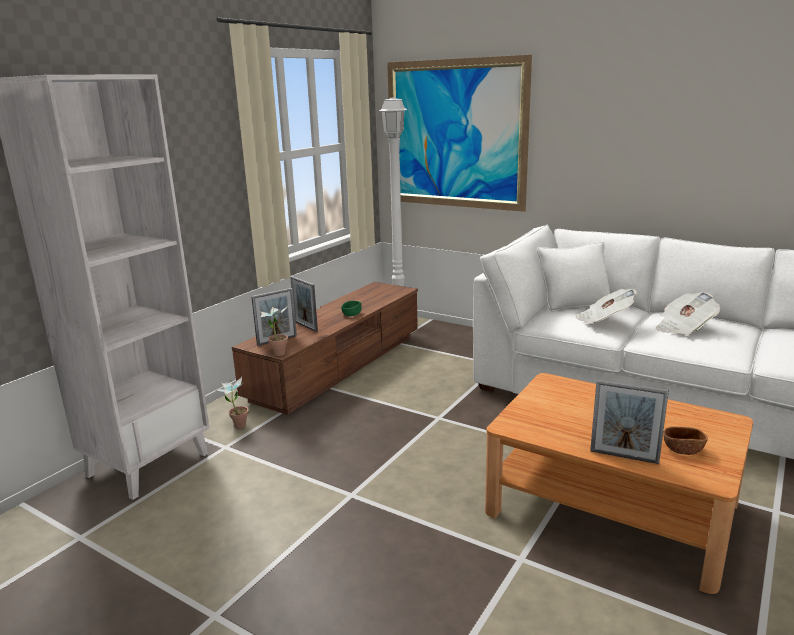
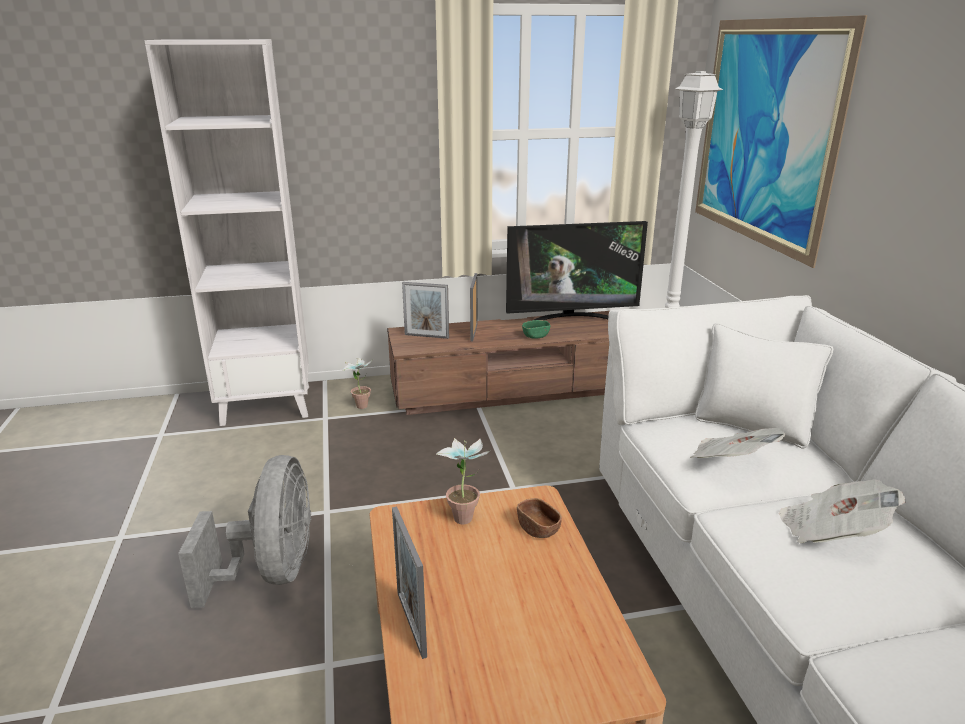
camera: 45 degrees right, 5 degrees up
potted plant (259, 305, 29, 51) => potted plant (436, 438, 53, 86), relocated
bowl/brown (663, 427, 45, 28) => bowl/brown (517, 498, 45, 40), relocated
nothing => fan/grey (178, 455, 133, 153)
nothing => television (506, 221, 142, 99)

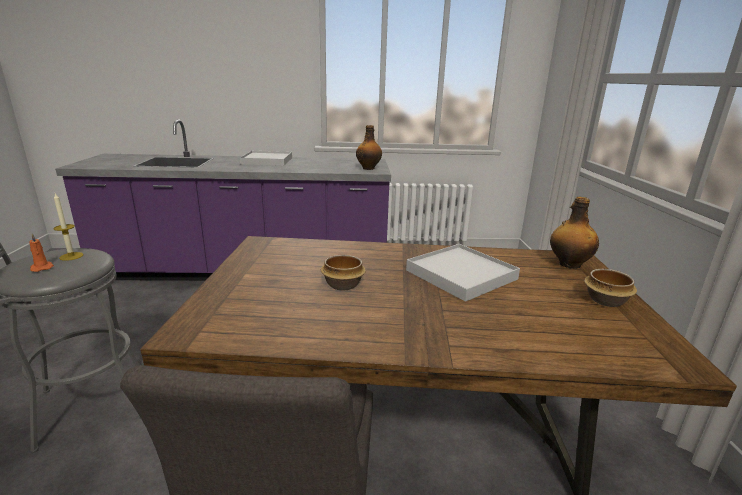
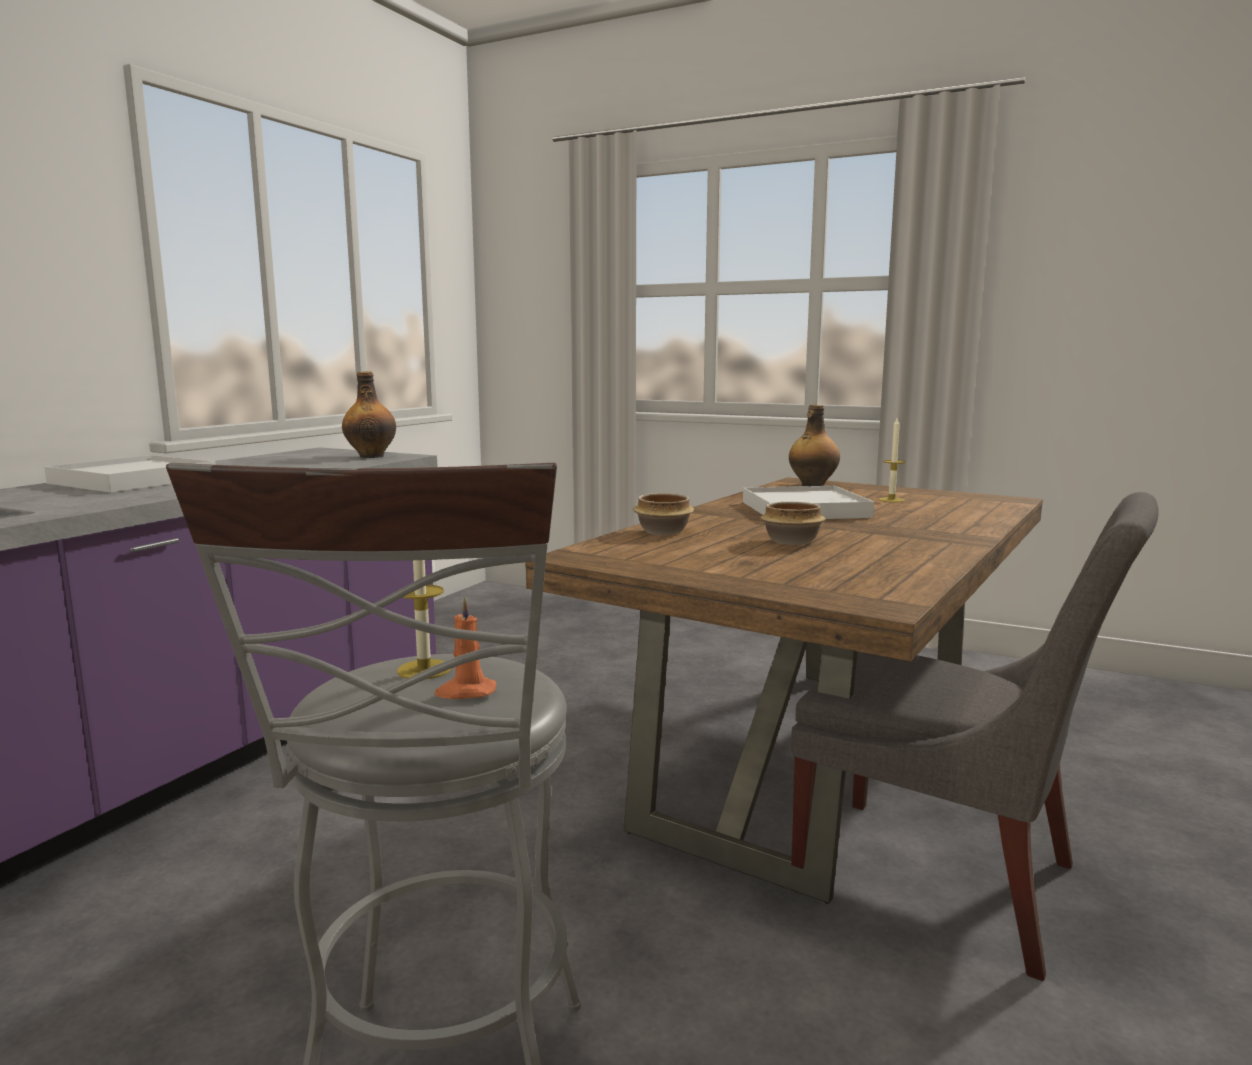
camera: 60 degrees left, 10 degrees down
bowl (584, 269, 53, 38) => bowl (633, 493, 61, 42), relocated
nothing => candle (878, 418, 28, 84)

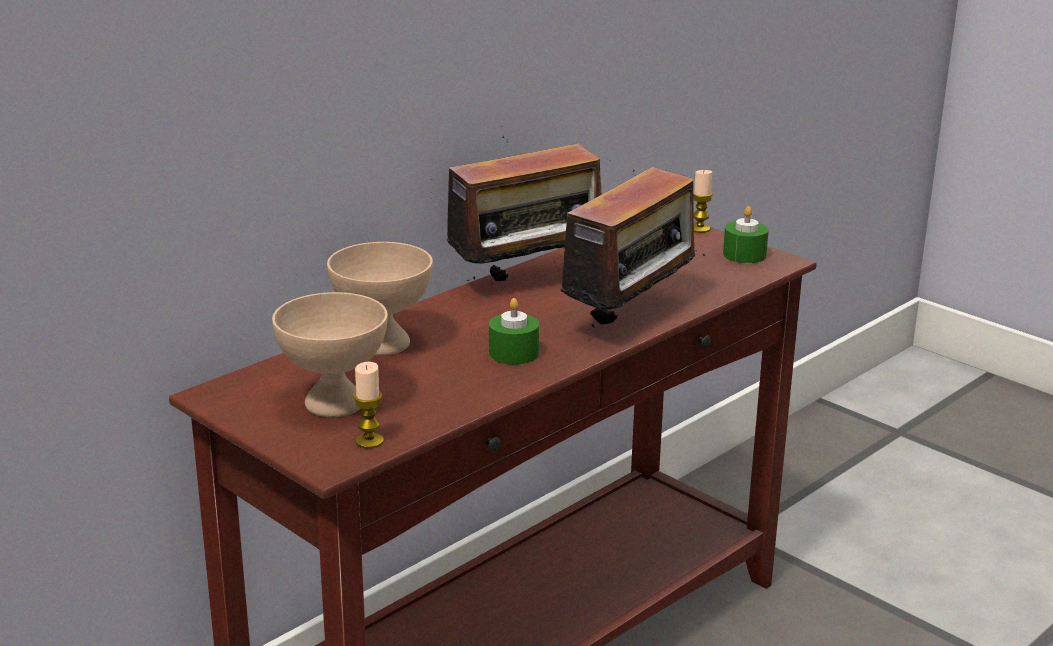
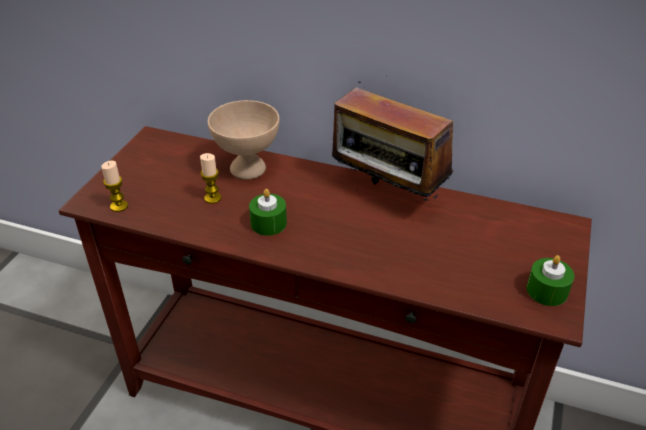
camera: 65 degrees right, 15 degrees up
bowl/beige (272, 292, 116, 125) => nothing
radio (549, 160, 156, 175) => nothing
candle (693, 170, 20, 63) => candle (200, 153, 22, 51), relocated

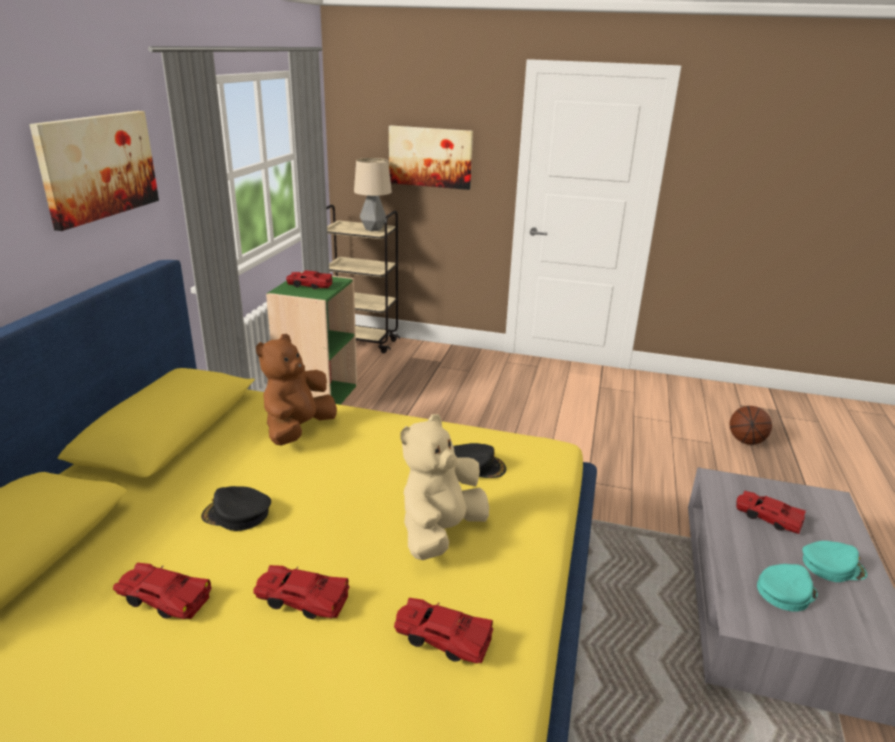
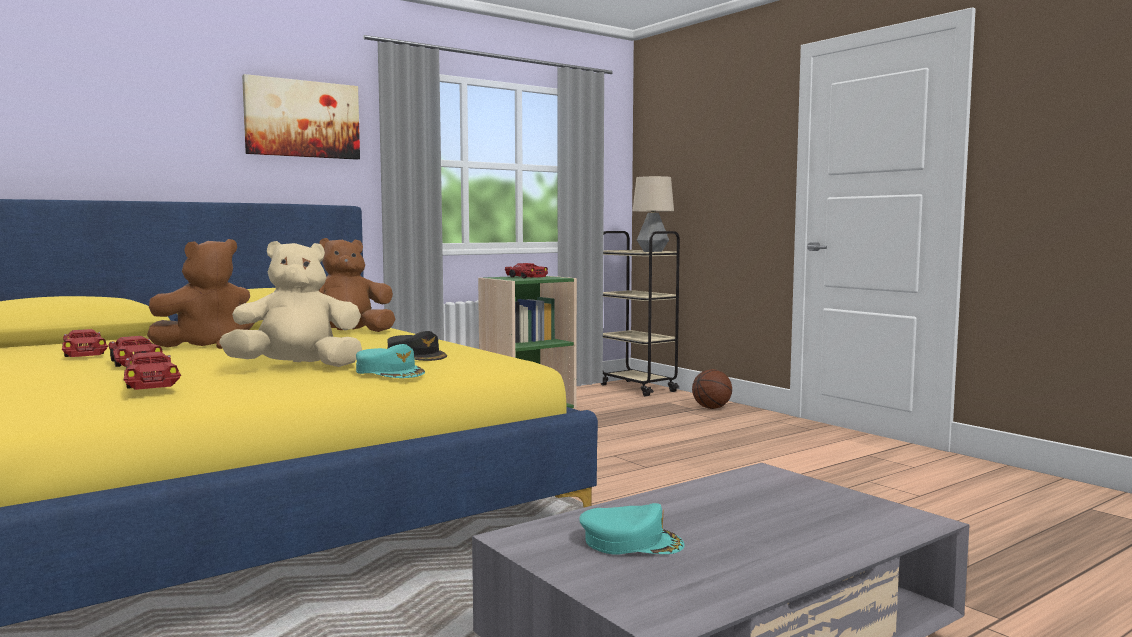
camera: 40 degrees right, 20 degrees down
cap/black (201, 486, 70, 45) => plush toy/brown (147, 239, 107, 110)
picture (389, 125, 84, 65) => nothing
basketball (730, 406, 42, 39) => basketball (692, 369, 40, 40), relocated
toy car/red (736, 491, 70, 43) => nothing
cap/turquoise (802, 541, 65, 41) => cap/turquoise (356, 344, 69, 34), relocated

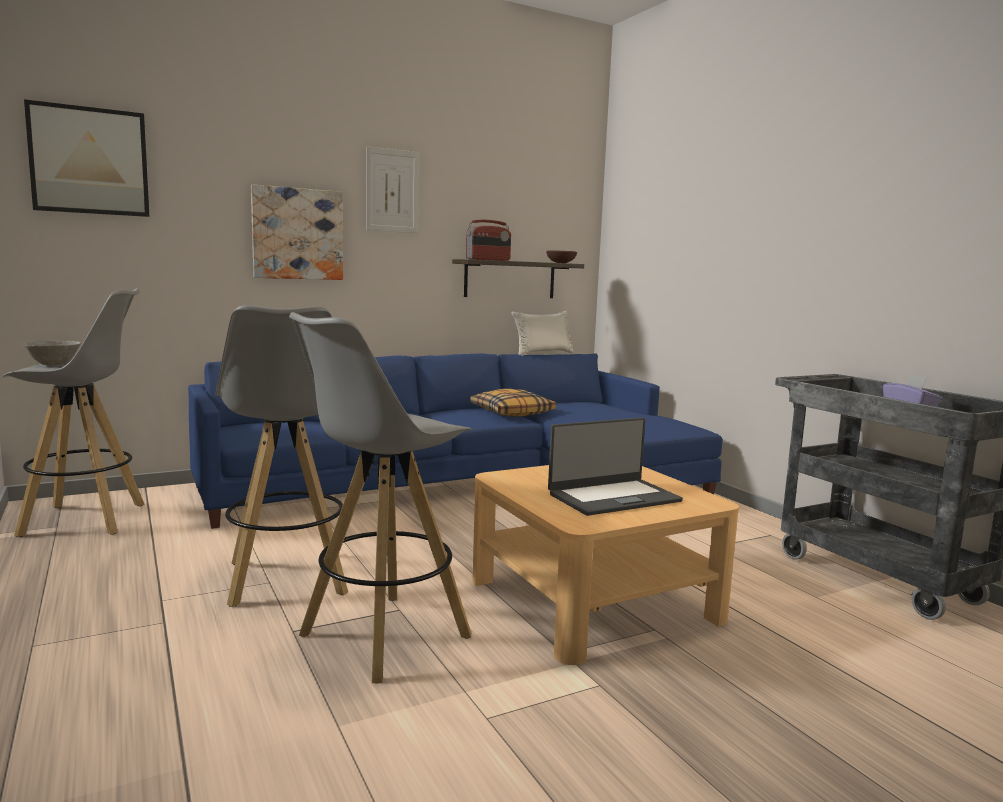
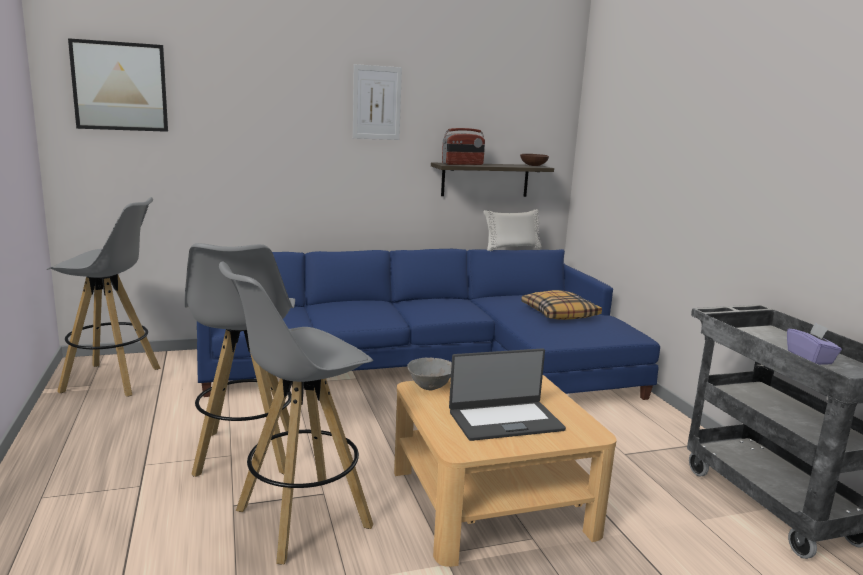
camera: 10 degrees right, 5 degrees up
bowl/grey (23, 341, 58, 24) => bowl/grey (407, 358, 45, 32), relocated
picture (251, 184, 92, 96) => nothing
pillow (470, 389, 86, 28) => pillow (521, 290, 81, 30), relocated

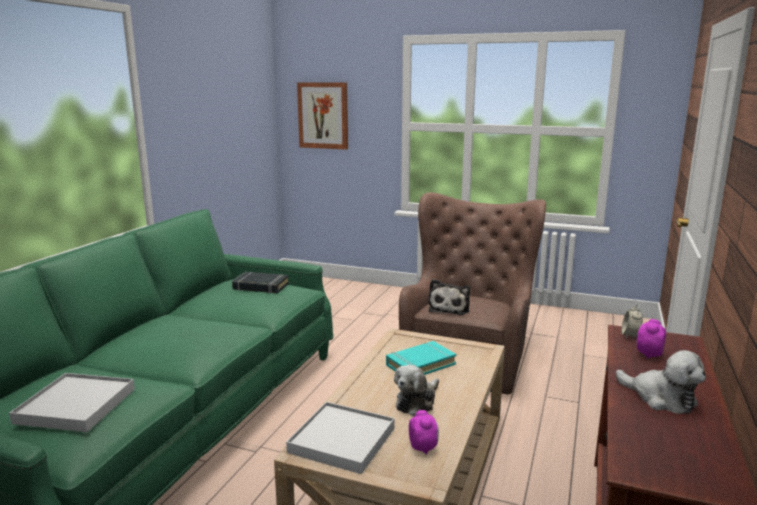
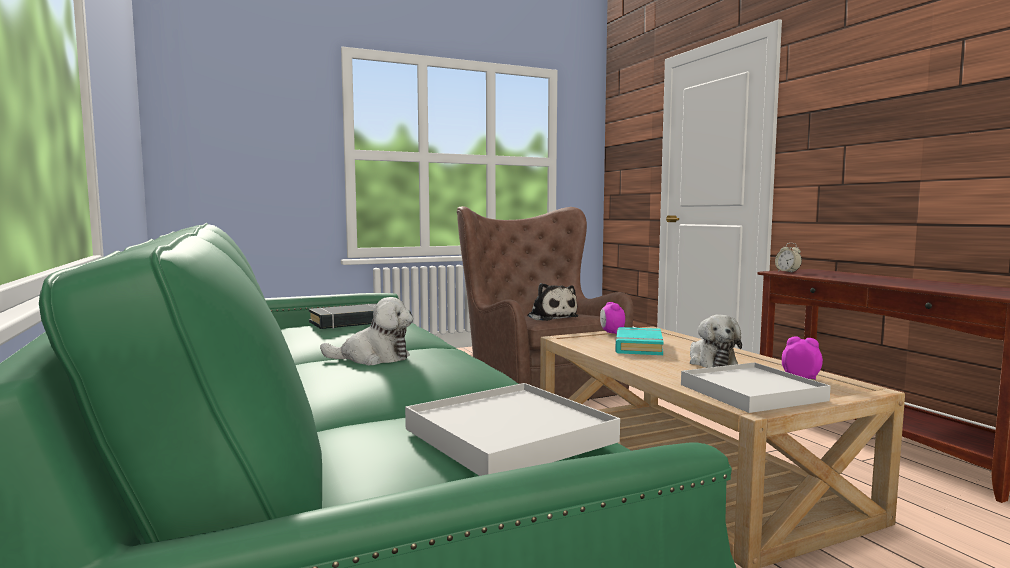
camera: 45 degrees left, 10 degrees down
picture (297, 82, 51, 68) => nothing
plush toy (616, 350, 90, 64) => plush toy (320, 297, 93, 68), relocated
alarm clock (637, 319, 29, 40) => alarm clock (600, 302, 25, 32), relocated

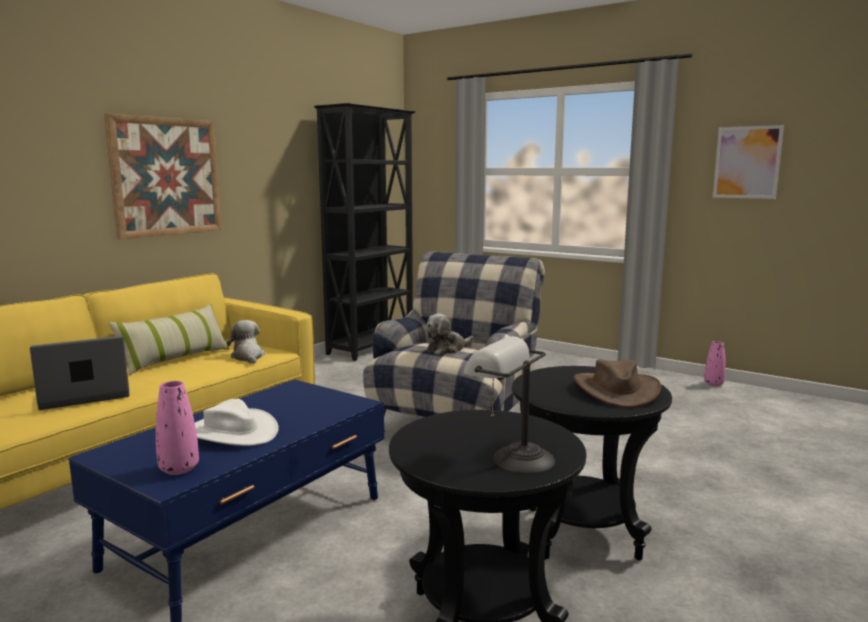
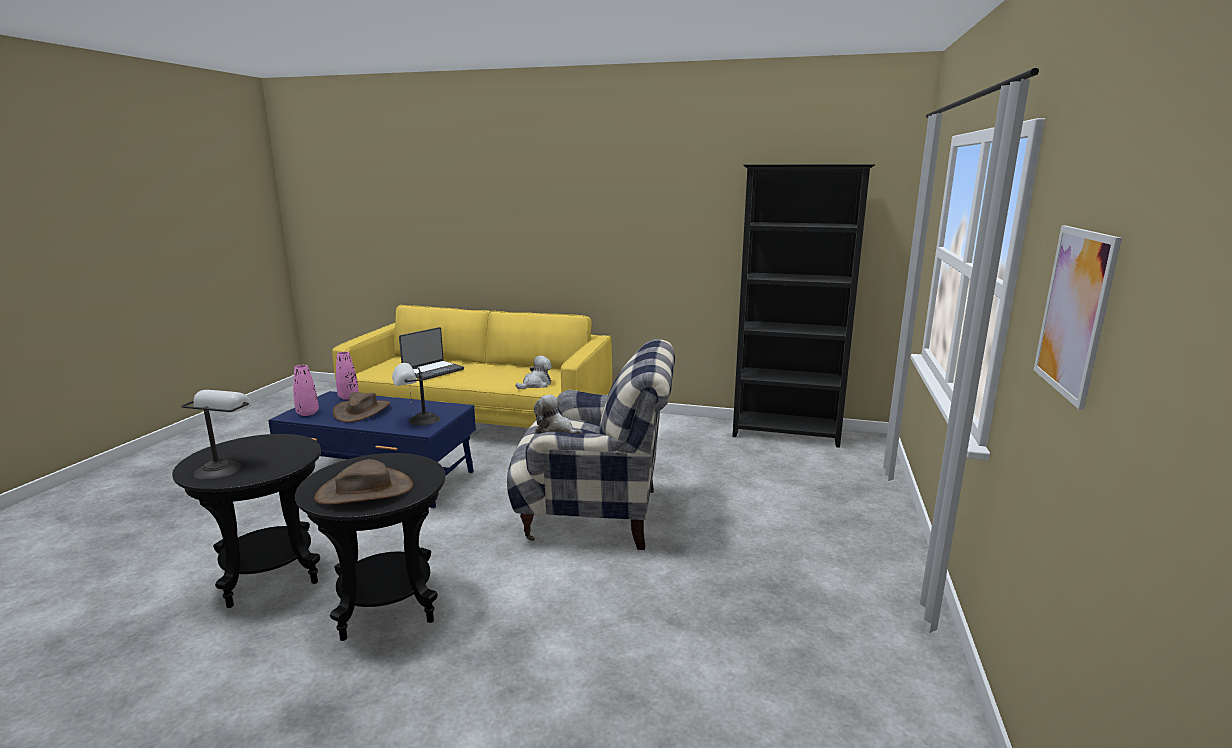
camera: 70 degrees right, 5 degrees up
laptop (30, 336, 100, 74) => laptop (399, 327, 65, 53), 90 degrees clockwise
picture (104, 114, 117, 125) => nothing
pillow (109, 304, 121, 71) => nothing
hat/white (195, 399, 84, 47) => hat/brown (333, 392, 57, 31)
vase/pink (704, 341, 22, 45) => vase/pink (336, 352, 23, 48), relocated
nothing => table lamp (392, 363, 48, 62)

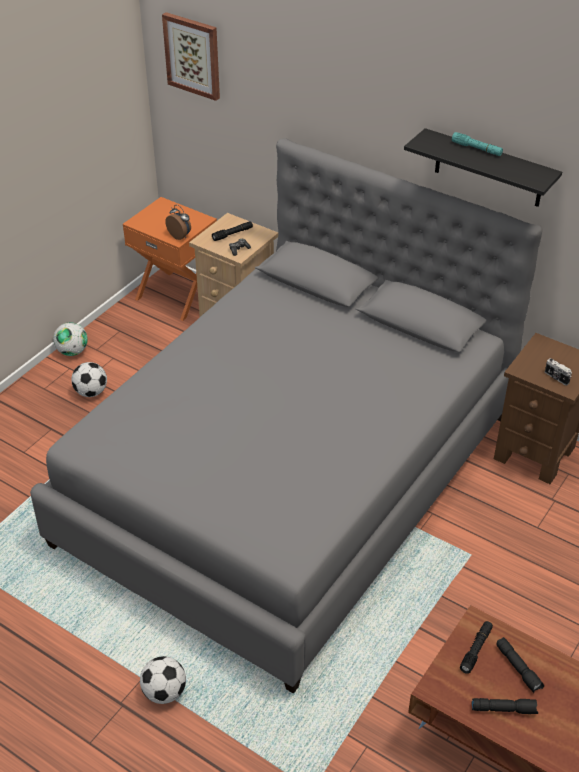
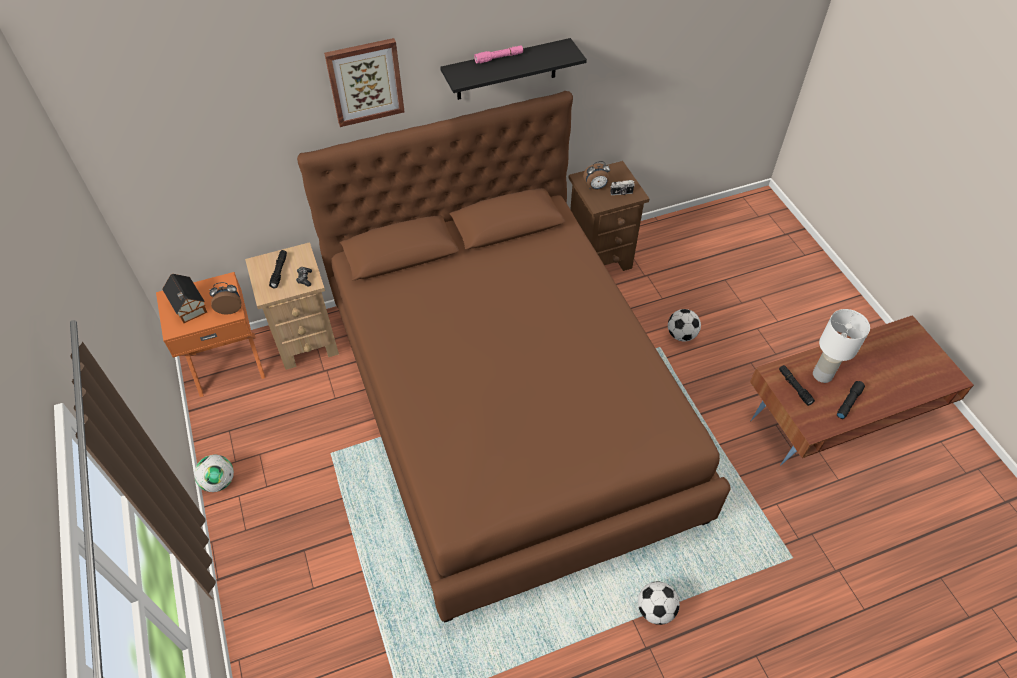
camera: 55 degrees left, 10 degrees up
bed/grey (30, 138, 513, 556) => bed/brown (297, 91, 434, 531)
football (71, 362, 36, 35) => football (668, 309, 33, 33), relocated
picture (162, 12, 58, 89) => picture (324, 38, 81, 89), relocated
flashlight/turquoise (452, 132, 51, 24) => flashlight/pink (474, 46, 49, 18)
flashlight/black (496, 637, 48, 56) => table lamp/white (813, 309, 57, 74)
nothing => toy house (162, 274, 45, 49)
nothing => alarm clock (583, 161, 27, 29)

